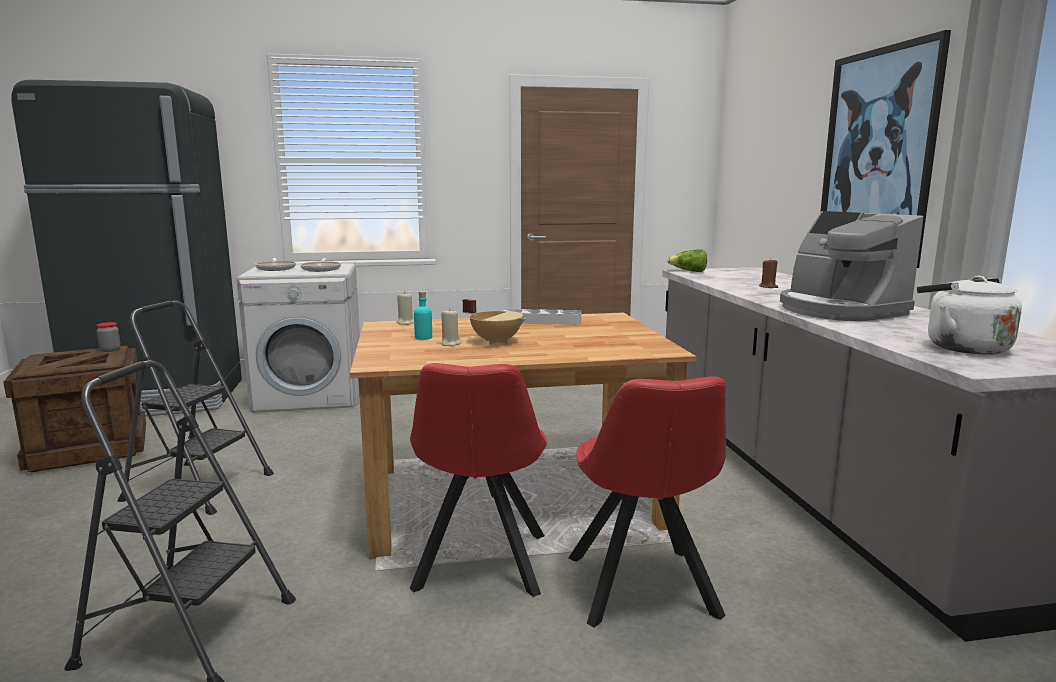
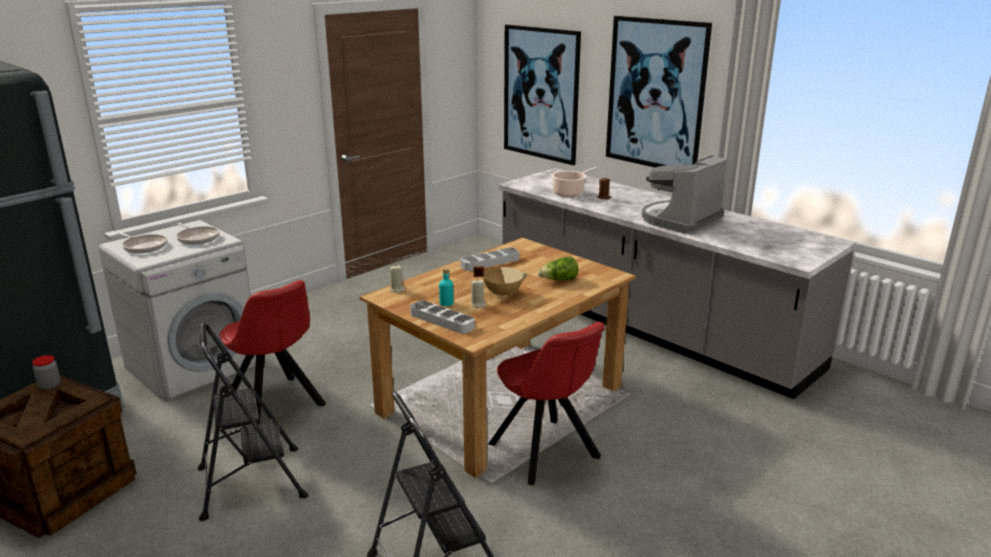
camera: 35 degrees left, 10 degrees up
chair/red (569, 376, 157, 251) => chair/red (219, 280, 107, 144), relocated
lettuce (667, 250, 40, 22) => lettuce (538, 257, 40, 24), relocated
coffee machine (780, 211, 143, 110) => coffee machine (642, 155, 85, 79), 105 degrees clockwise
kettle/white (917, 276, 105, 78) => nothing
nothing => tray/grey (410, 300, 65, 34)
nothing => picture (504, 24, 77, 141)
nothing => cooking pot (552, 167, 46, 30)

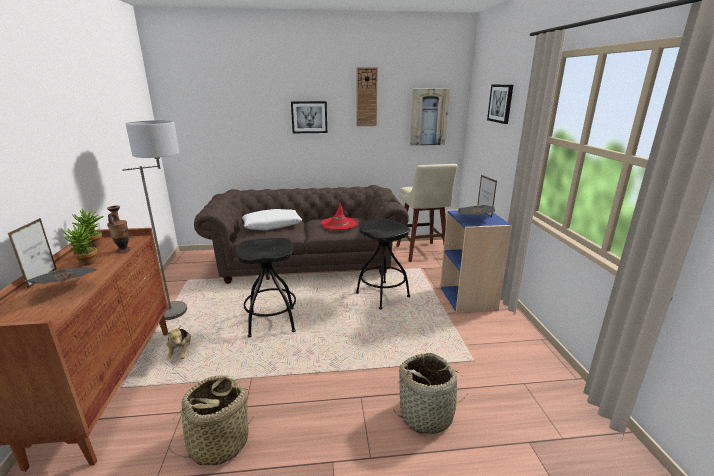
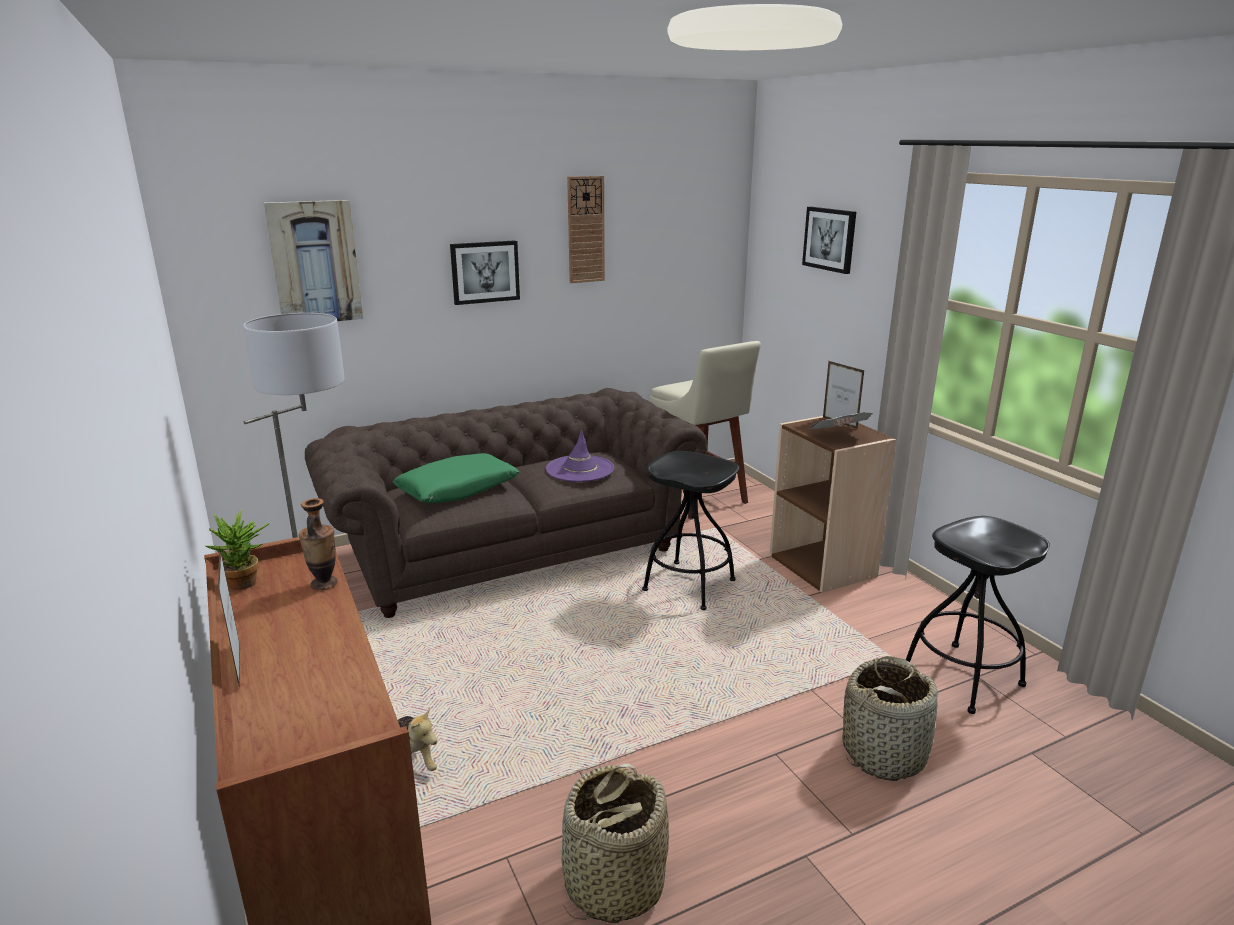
camera: 20 degrees left, 0 degrees up
newspaper (22, 267, 75, 17) => nothing
potted plant (62, 222, 36, 44) => nothing
stool/black (235, 238, 61, 99) => stool/black (906, 516, 144, 198), relocated
pillow/white (242, 209, 60, 21) => pillow/green (393, 453, 127, 50)
hat/red (321, 203, 37, 27) => hat/purple (546, 429, 68, 53)
picture (410, 89, 40, 57) => picture (264, 200, 99, 121), relocated
bookcase/blue (440, 210, 72, 103) => bookcase/brown (769, 416, 128, 177)

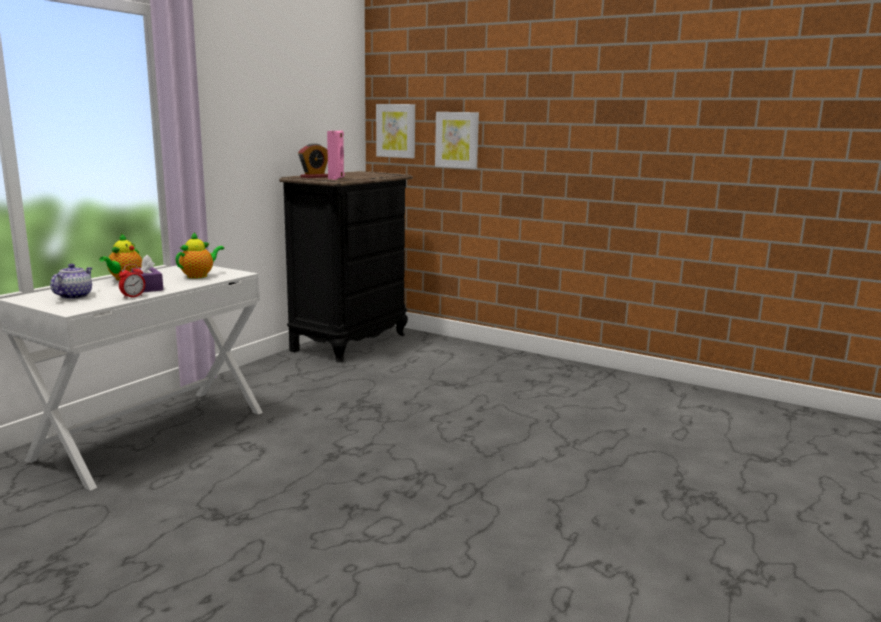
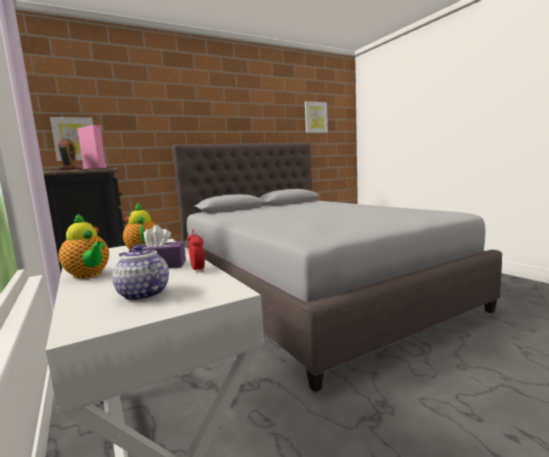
camera: 60 degrees left, 5 degrees down
picture (435, 112, 44, 57) => picture (305, 101, 23, 32), relocated
nothing => bed/grey (173, 142, 329, 250)

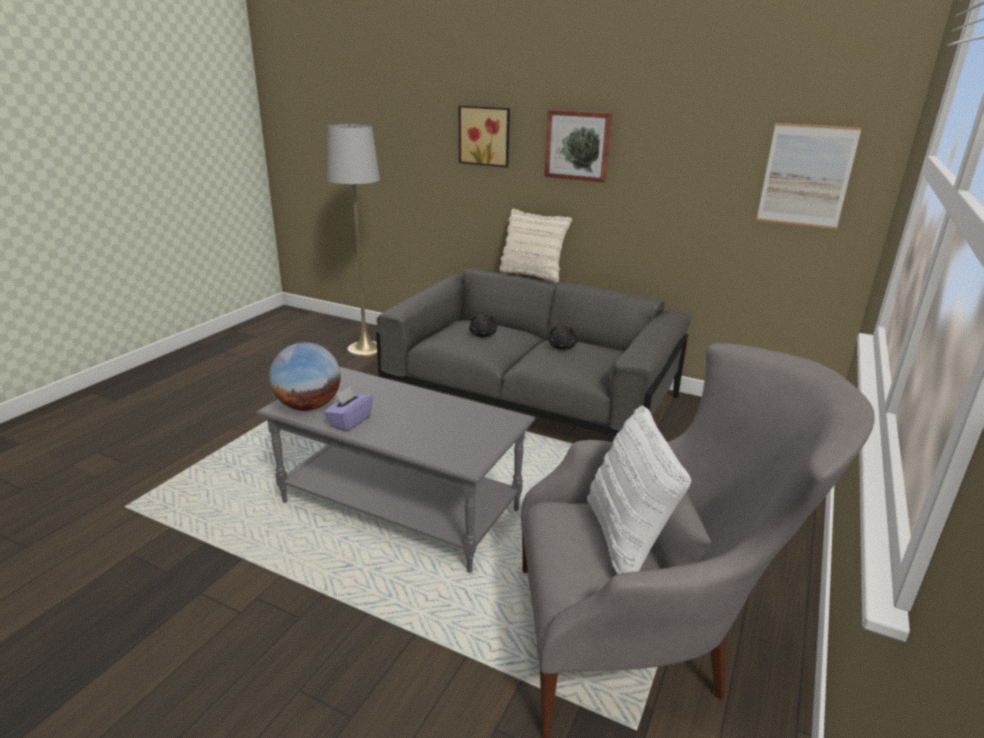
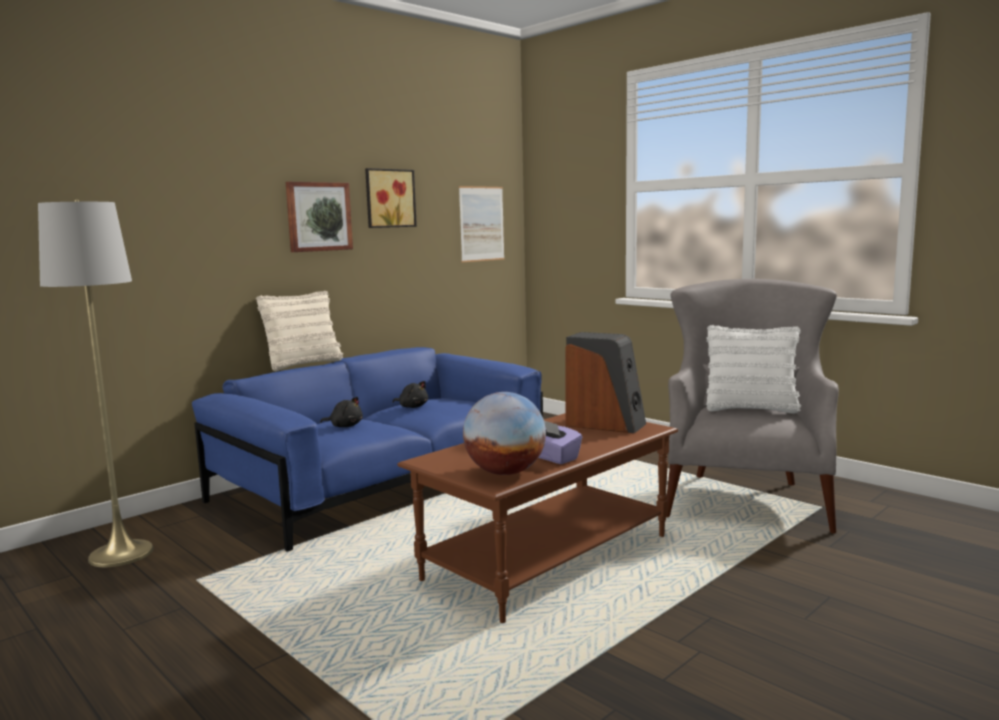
camera: 70 degrees left, 15 degrees down
coffee table/grey (256, 367, 279, 206) => coffee table/brown (397, 413, 281, 210)
sofa/grey (376, 268, 315, 169) => sofa/blue (192, 347, 351, 205)
picture (459, 105, 51, 63) => picture (365, 168, 52, 60), relocated
nothing => speaker (565, 332, 81, 101)

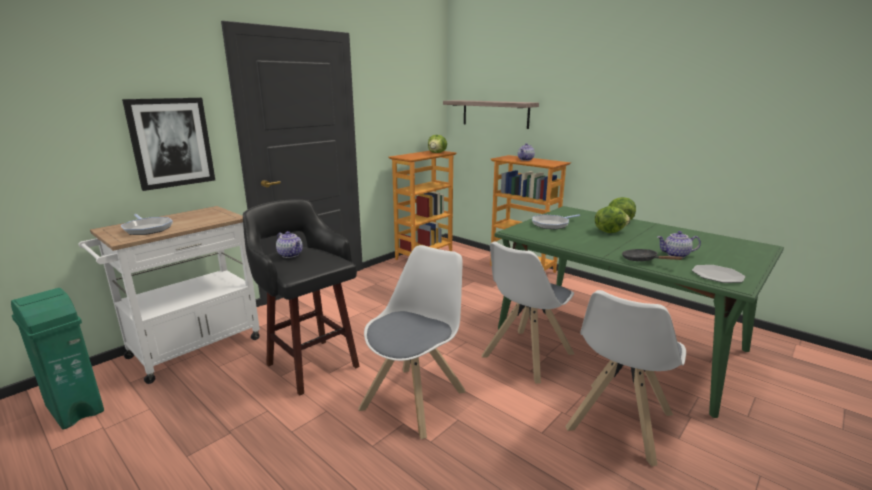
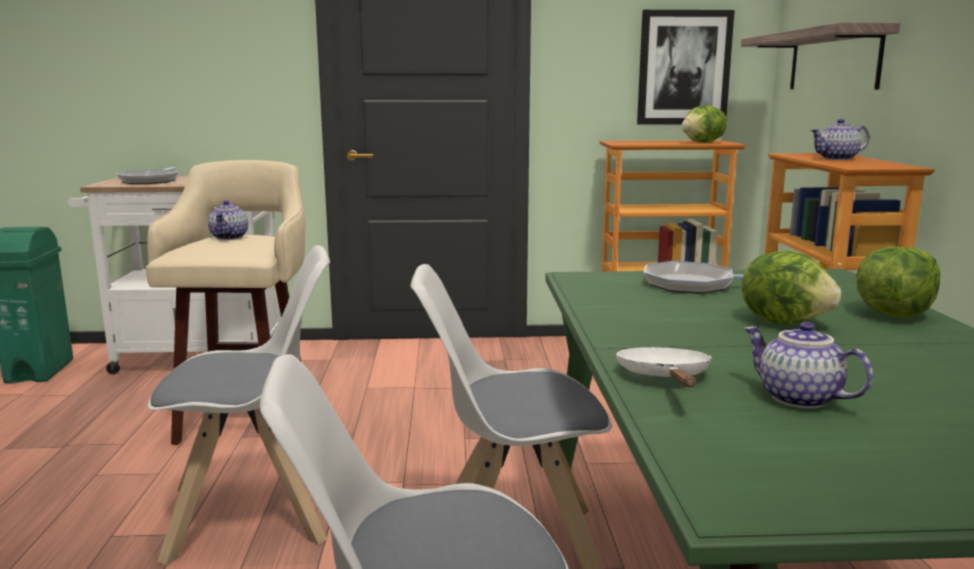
camera: 45 degrees right, 5 degrees down
picture (122, 98, 93, 93) => picture (637, 10, 98, 114), relocated
stool/black (243, 199, 117, 196) => stool/beige (146, 160, 159, 285)
frying pan/black (622, 249, 61, 12) => frying pan/white (616, 347, 96, 40)
plate (692, 265, 54, 18) => nothing

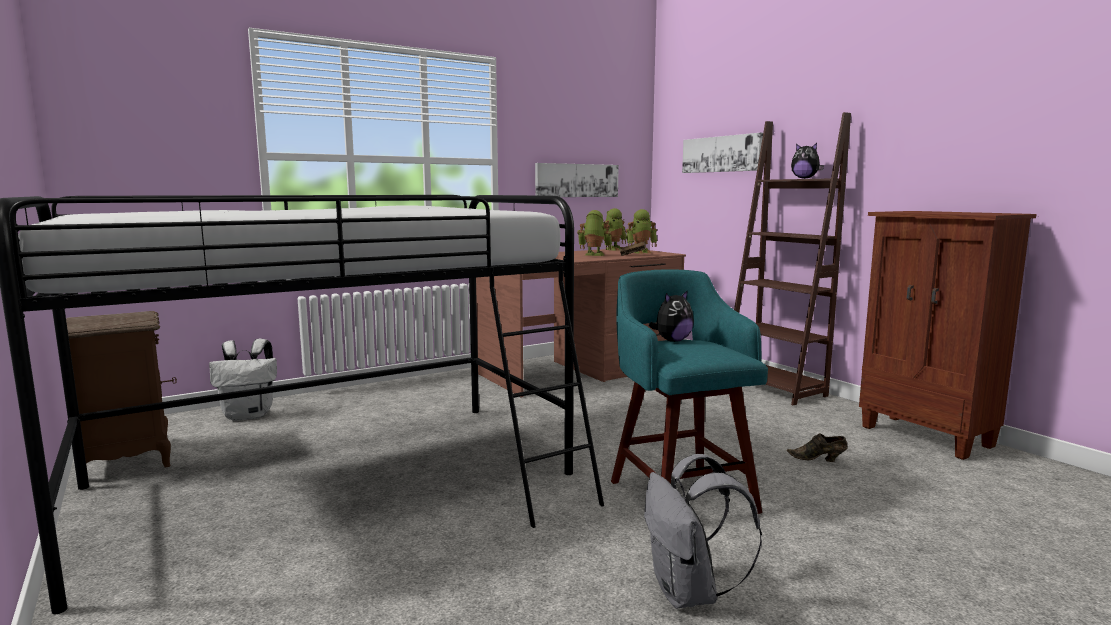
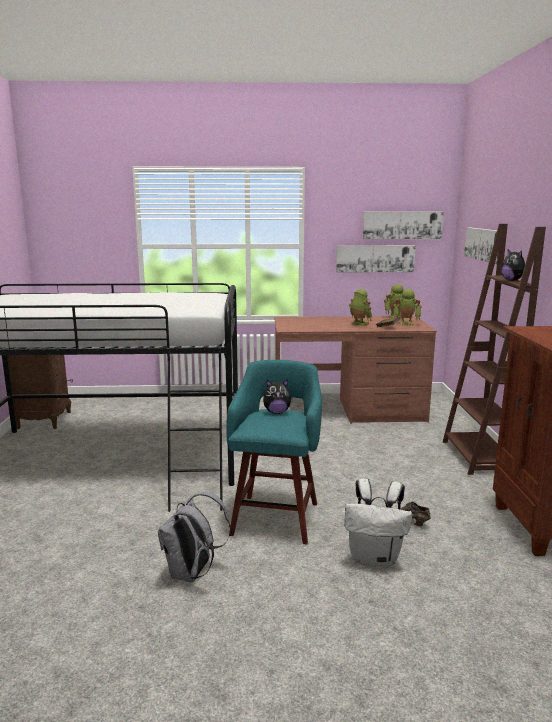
camera: 30 degrees right, 5 degrees up
backpack/white (209, 339, 68, 82) => backpack/white (344, 479, 68, 88), relocated
nothing => picture (363, 212, 81, 27)

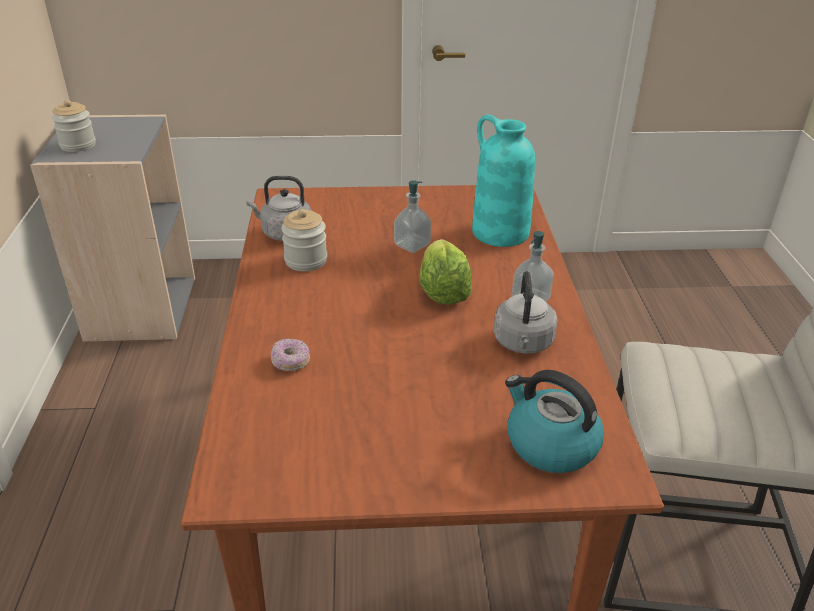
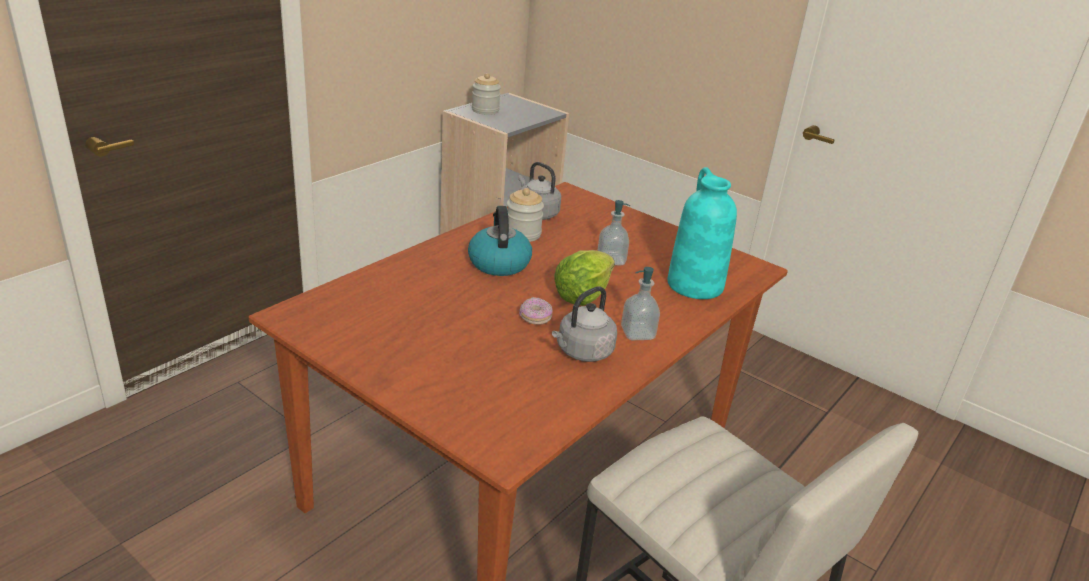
camera: 40 degrees right, 5 degrees down
donut (271, 338, 39, 33) => donut (519, 297, 34, 28), relocated
kettle (505, 370, 99, 103) => kettle (468, 206, 64, 70), relocated

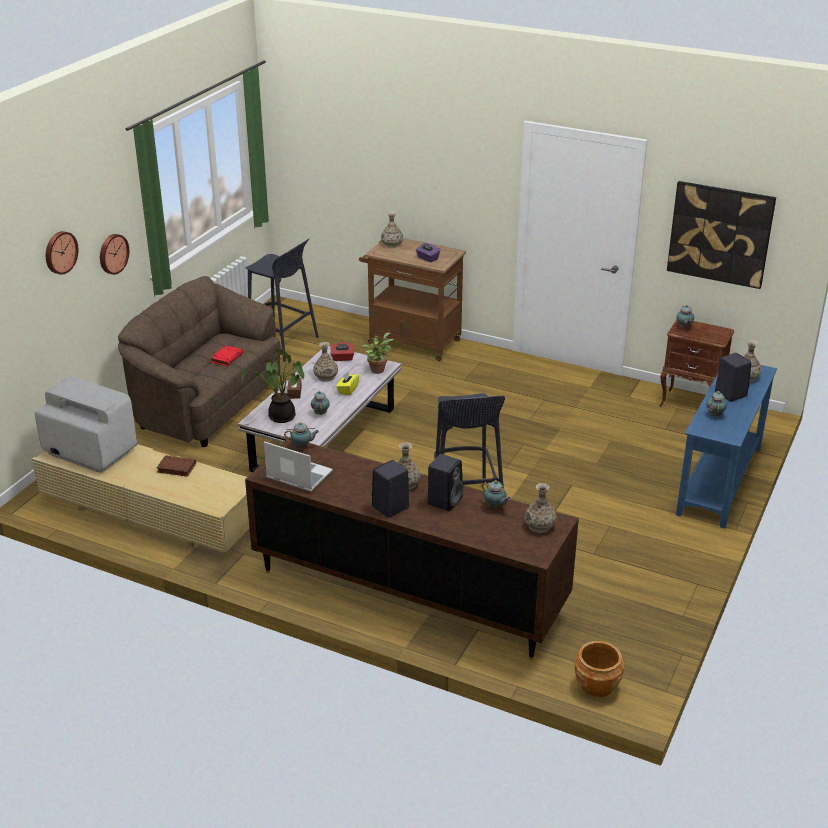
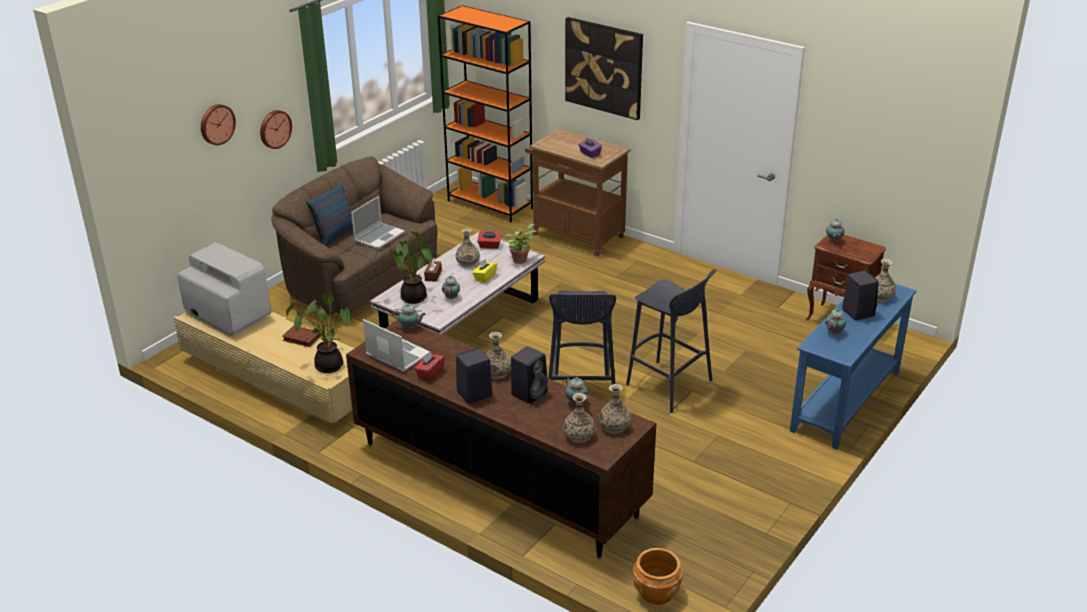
camera: 10 degrees right, 0 degrees up
book/red (210, 345, 33, 21) => laptop (351, 196, 54, 53)
stool/grey (246, 238, 73, 124) => stool/grey (626, 269, 91, 144), relocated
vase (381, 211, 22, 37) => vase (563, 393, 32, 50), relocated
picture (667, 181, 109, 108) => picture (565, 17, 78, 103), relocated
nothing => potted plant (286, 294, 66, 79)
nothing => pillow/blue (306, 183, 47, 63)
nothing => tissue box/red (414, 351, 31, 30)
nothing => bookcase/orange (438, 5, 95, 218)

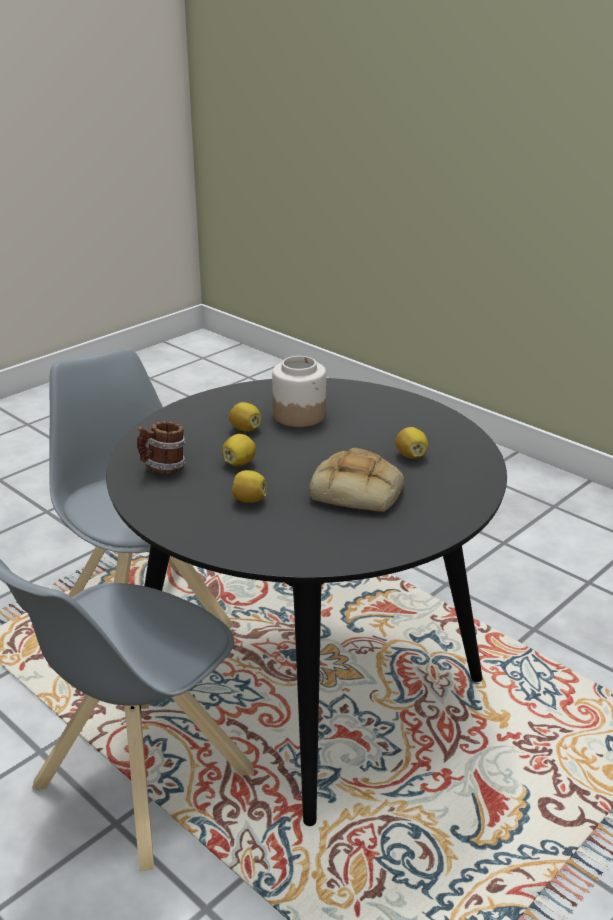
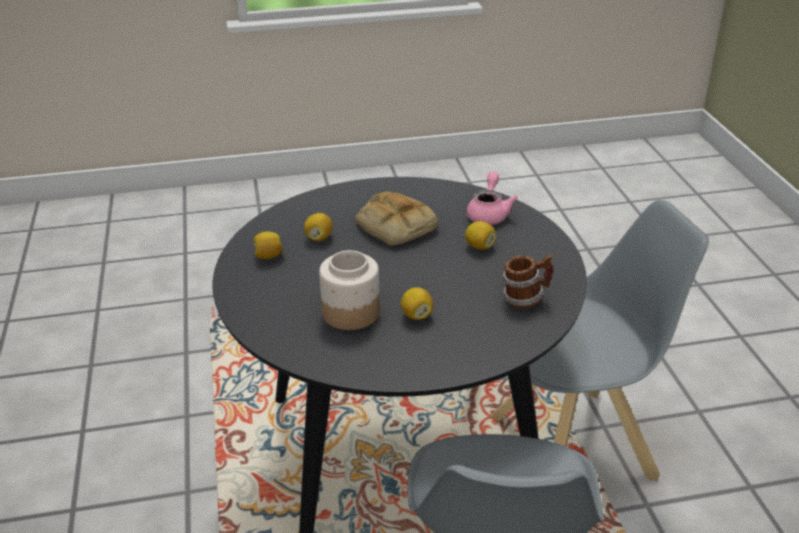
camera: 145 degrees left, 5 degrees up
lemon (222, 434, 34, 32) => lemon (253, 231, 31, 28), relocated
nothing => teapot/pink (467, 172, 51, 53)

